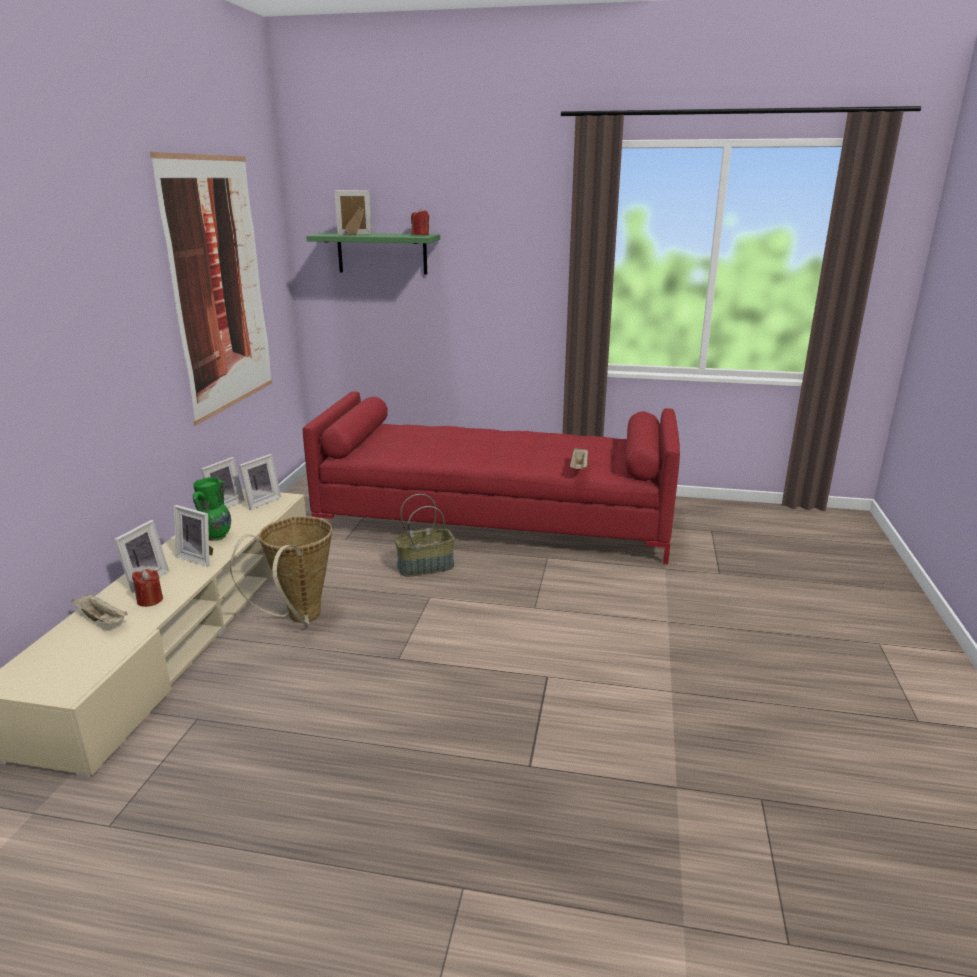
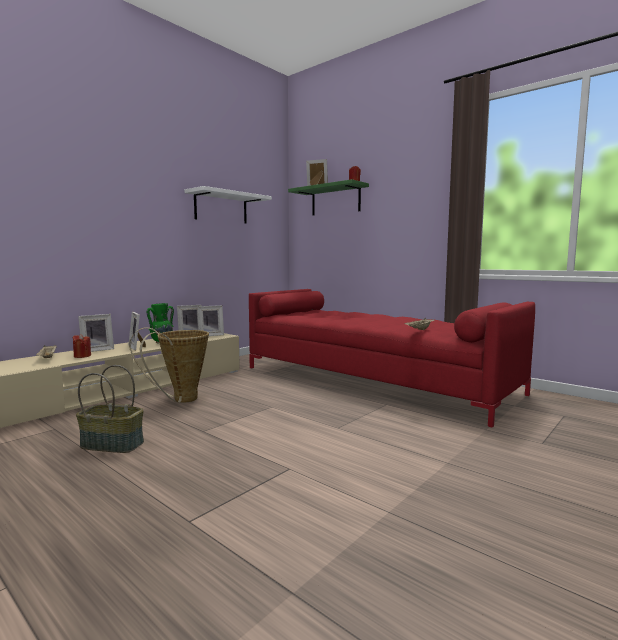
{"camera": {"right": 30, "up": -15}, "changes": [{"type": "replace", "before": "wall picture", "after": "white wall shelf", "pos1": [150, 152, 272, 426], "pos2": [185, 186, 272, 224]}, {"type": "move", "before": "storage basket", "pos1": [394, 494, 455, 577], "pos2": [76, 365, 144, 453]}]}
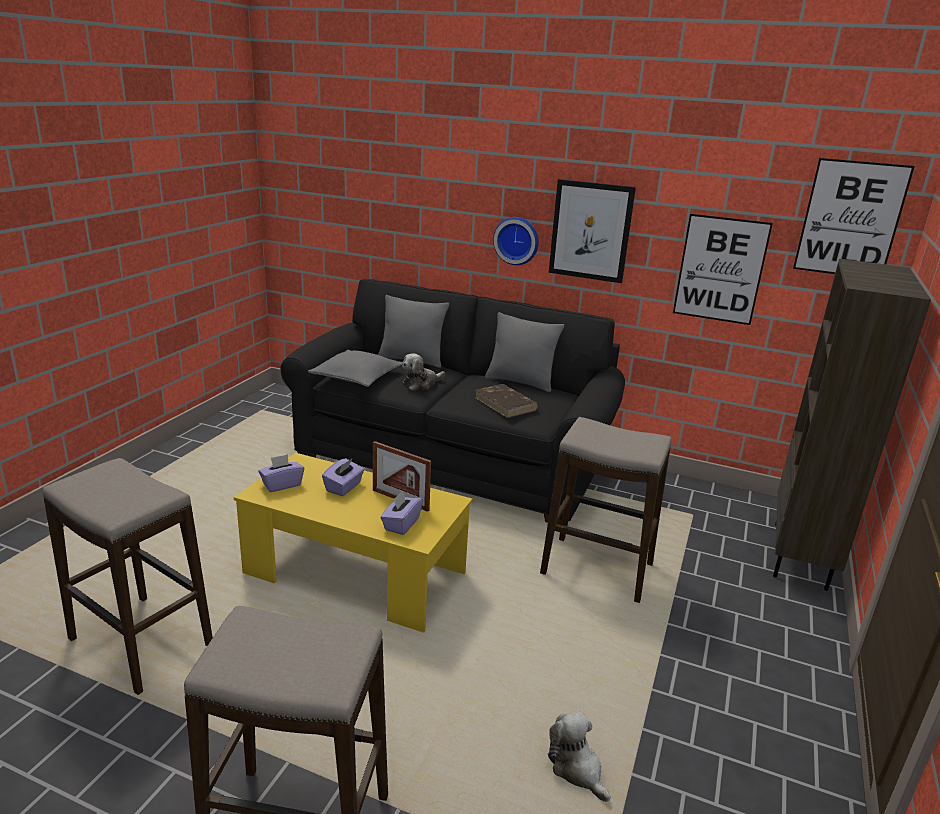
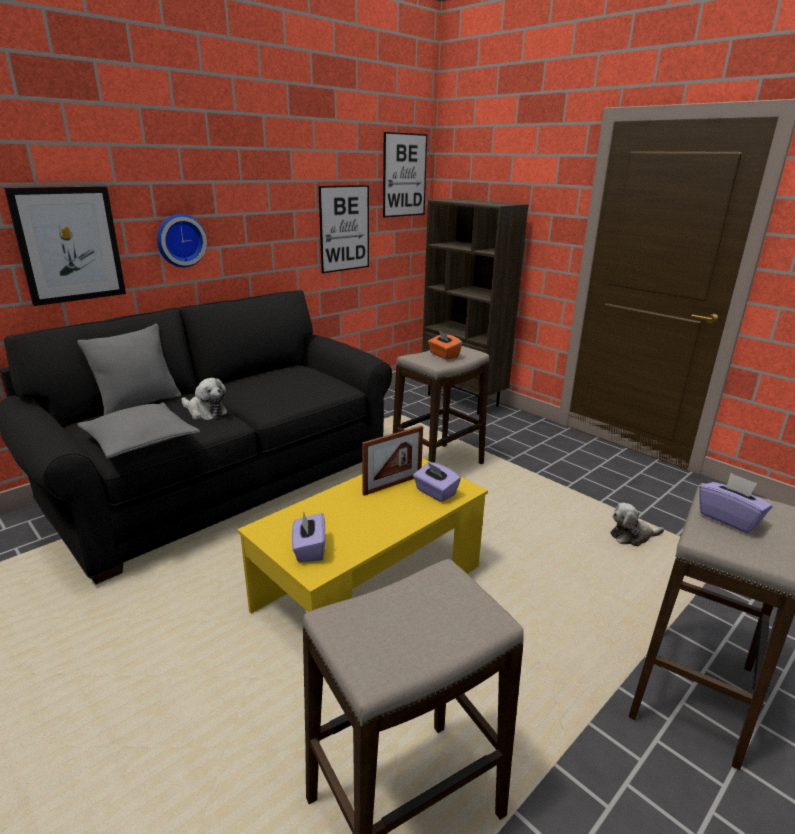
{"camera": {"right": -65, "up": 0}, "changes": [{"type": "move", "before": "purplish box of tissues", "pos1": [322, 458, 364, 496], "pos2": [699, 473, 773, 533]}, {"type": "rotate", "before": "plush toy", "pos1": [402, 353, 445, 391], "pos2": [181, 378, 228, 420], "turn": -45}, {"type": "delete", "before": "brown volume", "pos1": [475, 384, 539, 418]}, {"type": "delete", "before": "gray cushion", "pos1": [485, 312, 564, 392]}, {"type": "move", "before": "wall picture", "pos1": [549, 179, 636, 283], "pos2": [4, 186, 126, 306]}, {"type": "insert", "after": "orange-coloured box of tissues", "pos2": [428, 330, 462, 360]}]}
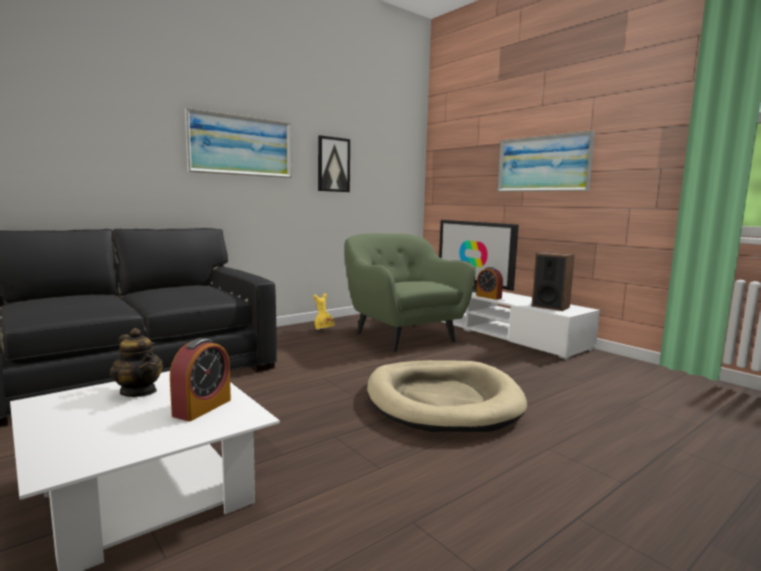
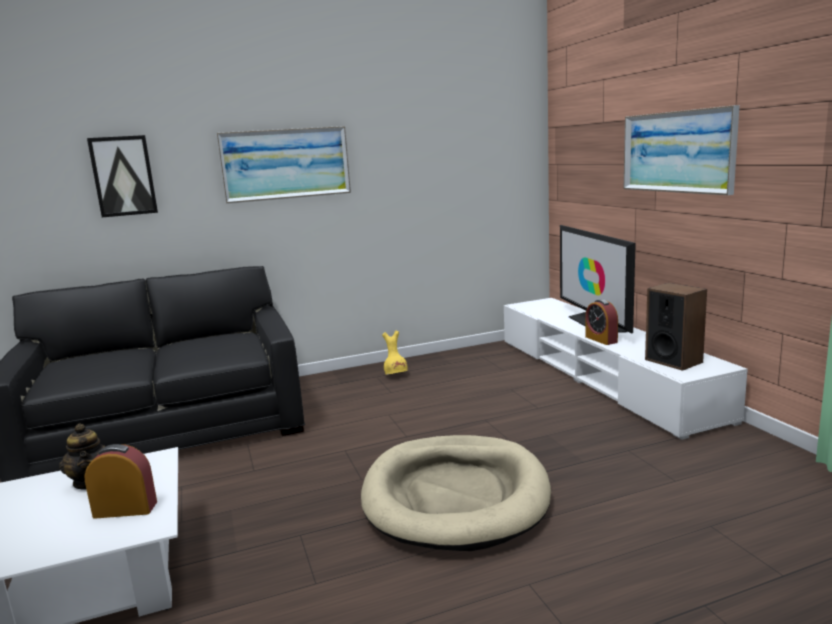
{"camera": {"right": 20, "up": 5}, "changes": [{"type": "rotate", "before": "bedside clock", "pos1": [170, 338, 231, 421], "pos2": [85, 444, 157, 519], "turn": -135}, {"type": "move", "before": "wall picture", "pos1": [318, 135, 350, 192], "pos2": [87, 135, 158, 217]}, {"type": "delete", "before": "green-coloured easy chair", "pos1": [344, 233, 476, 352]}]}
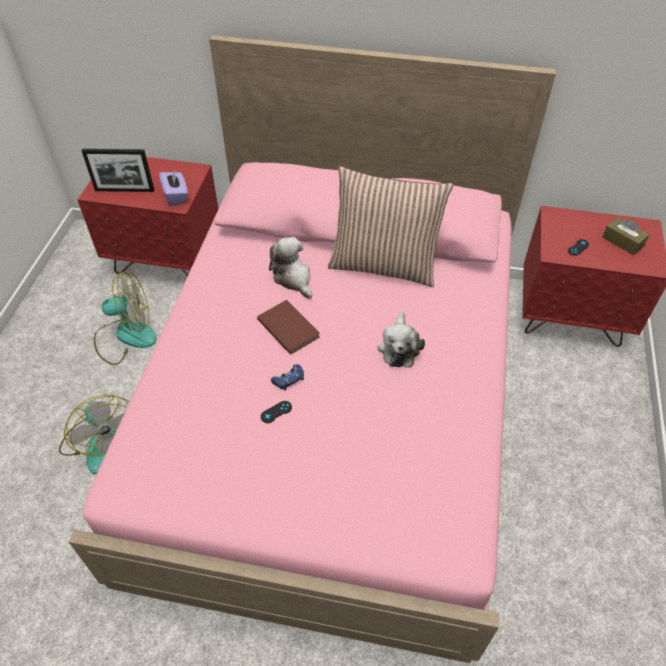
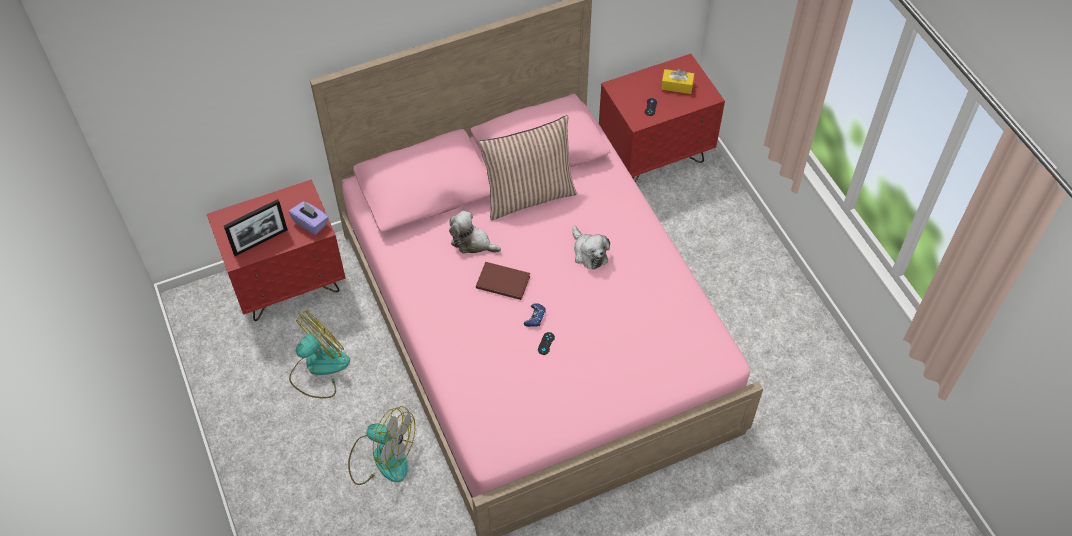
{"camera": {"right": -35, "up": 5}, "changes": [{"type": "recolor", "before": "brown box of tissues", "after": "yellow-coloured box of tissues", "pos1": [602, 217, 649, 255], "pos2": [661, 69, 694, 94]}]}
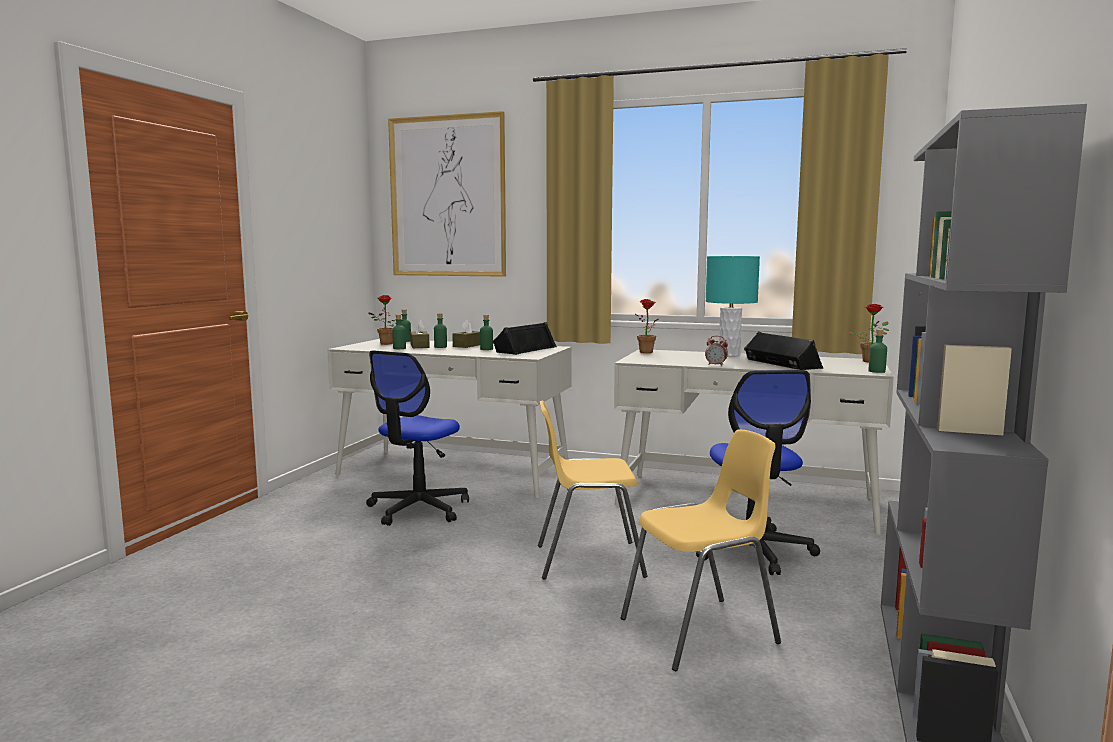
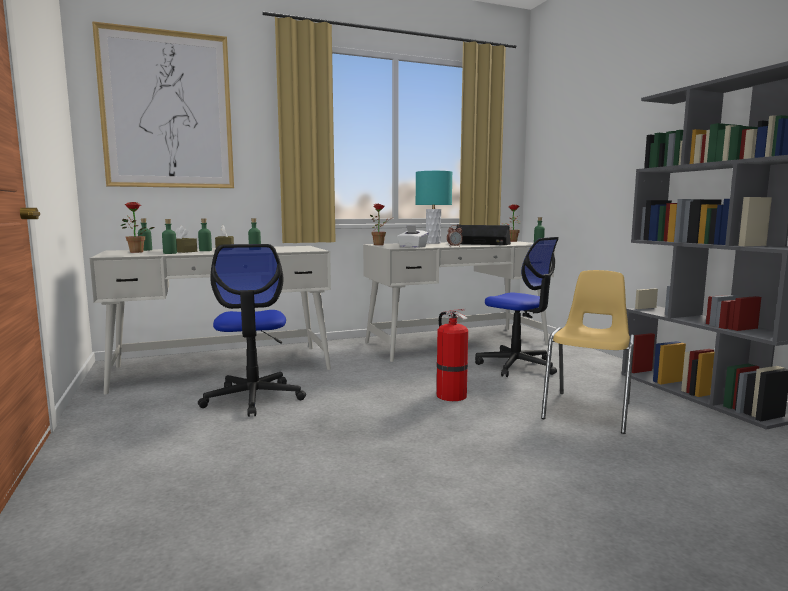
{"camera": {"right": -40, "up": 0}, "changes": [{"type": "delete", "before": "black-coloured speaker", "pos1": [493, 322, 557, 355]}, {"type": "replace", "before": "yellow-coloured chair", "after": "extinguisher", "pos1": [538, 400, 647, 580], "pos2": [436, 309, 468, 401]}, {"type": "insert", "after": "white box of tissues", "pos2": [397, 225, 429, 248]}]}
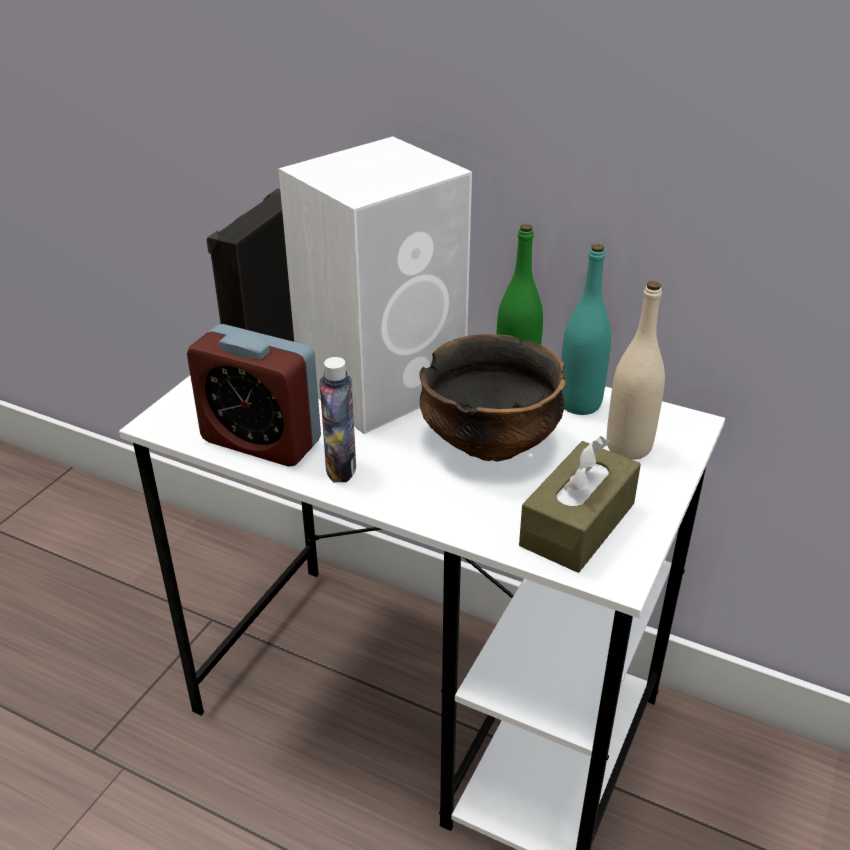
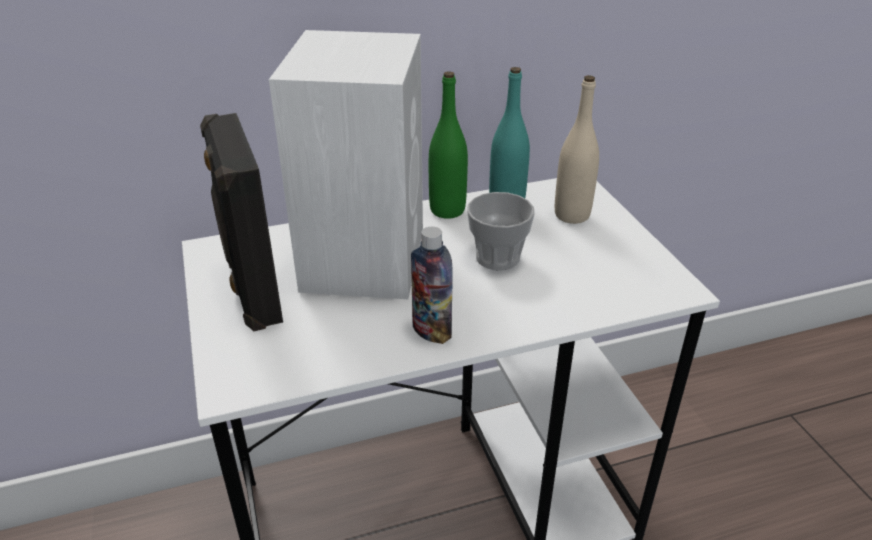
{"camera": {"right": -45, "up": 0}, "changes": [{"type": "delete", "before": "bedside clock", "pos1": [187, 324, 321, 467]}, {"type": "replace", "before": "serving bowl", "after": "cup", "pos1": [419, 334, 567, 462], "pos2": [467, 192, 535, 270]}, {"type": "delete", "before": "brown box of tissues", "pos1": [519, 436, 641, 573]}]}
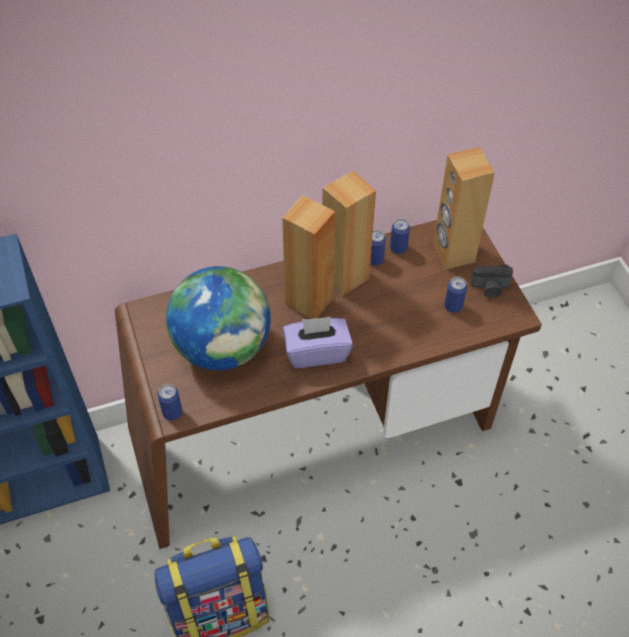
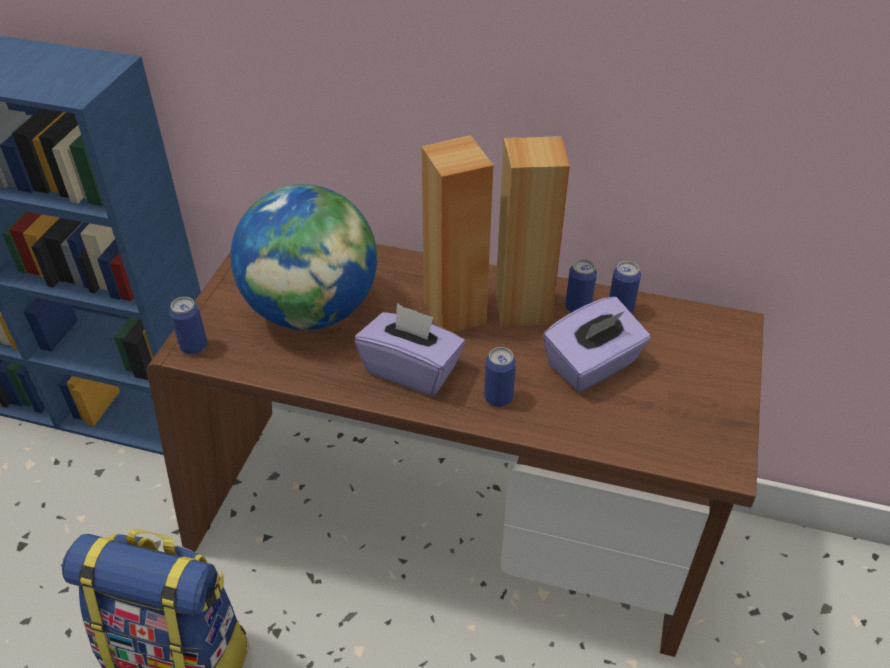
{"camera": {"right": 35, "up": -10}, "changes": [{"type": "delete", "before": "brown speaker", "pos1": [433, 147, 495, 269]}, {"type": "move", "before": "can", "pos1": [444, 277, 467, 313], "pos2": [484, 347, 516, 407]}, {"type": "delete", "before": "still camera", "pos1": [471, 264, 513, 298]}, {"type": "insert", "after": "purplish box of tissues", "pos2": [543, 296, 650, 392]}]}
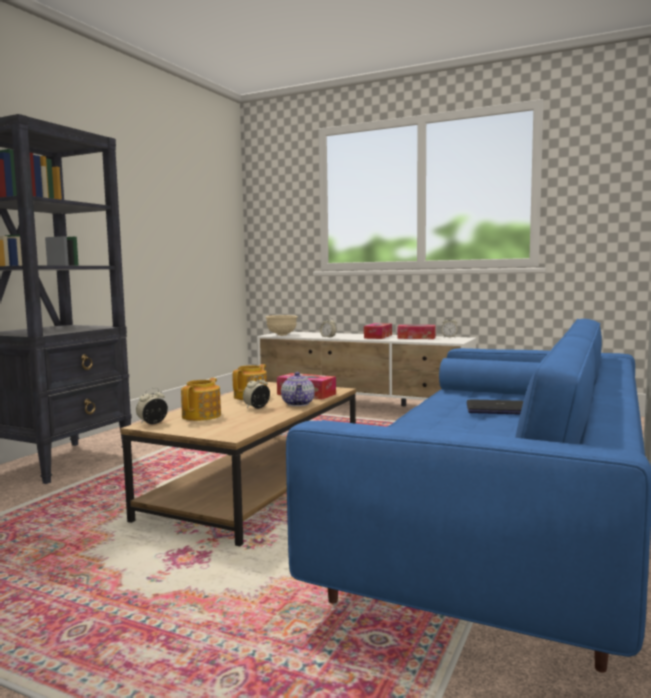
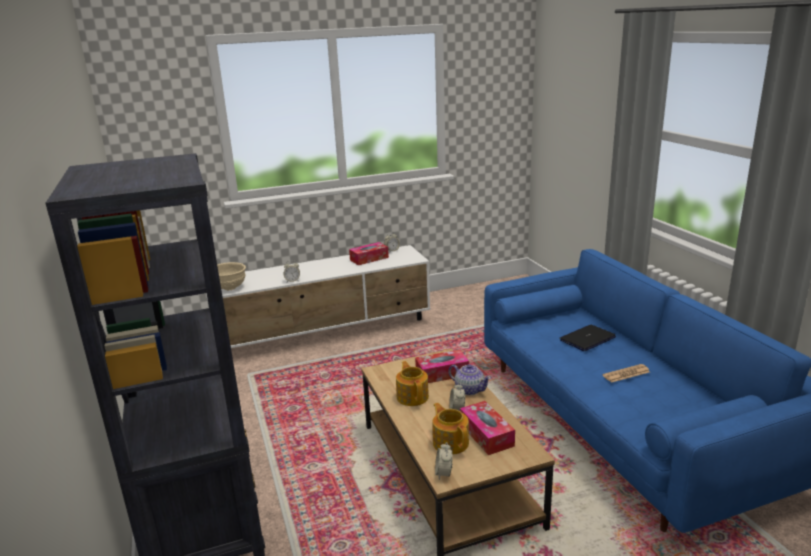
{"camera": {"right": -45, "up": 15}, "changes": [{"type": "move", "before": "box of tissues", "pos1": [364, 323, 392, 339], "pos2": [460, 401, 515, 455]}, {"type": "insert", "after": "daily paper", "pos2": [602, 364, 650, 383]}]}
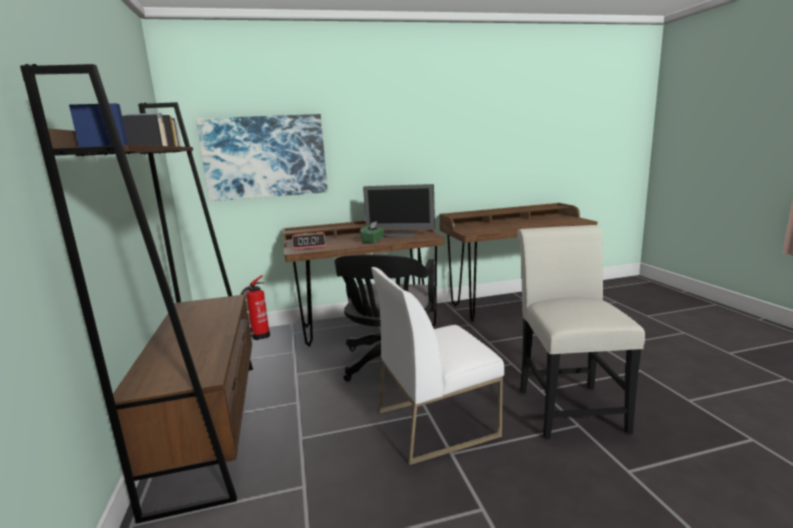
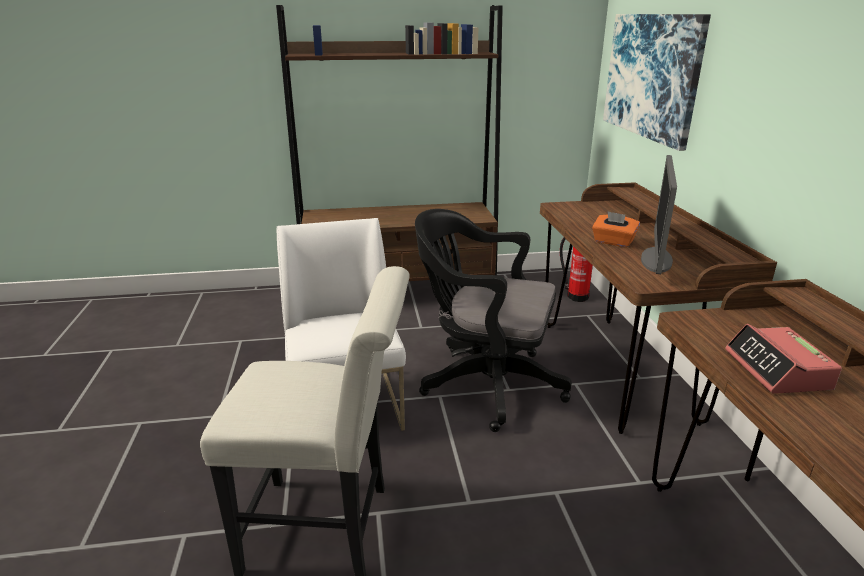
{"camera": {"right": 95, "up": 10}, "changes": [{"type": "move", "before": "bedside clock", "pos1": [292, 233, 326, 250], "pos2": [725, 324, 842, 394]}, {"type": "recolor", "before": "green-coloured box of tissues", "after": "orange-coloured box of tissues", "pos1": [360, 221, 385, 243], "pos2": [592, 211, 640, 247]}]}
